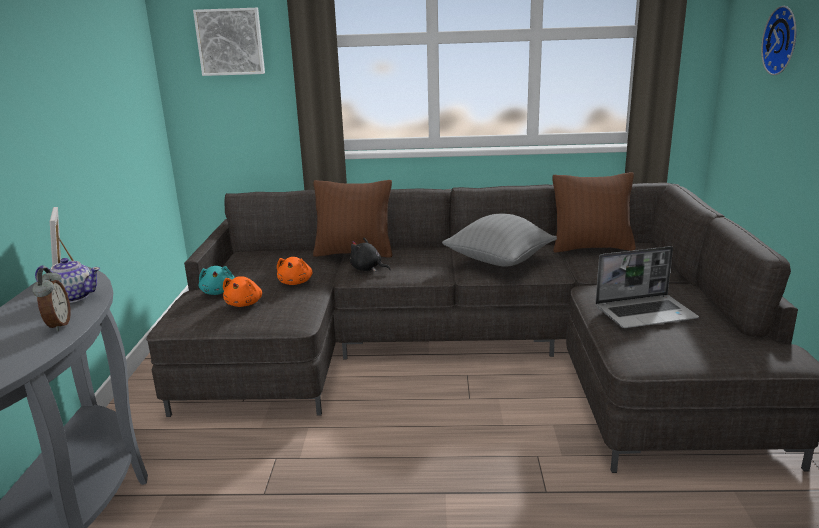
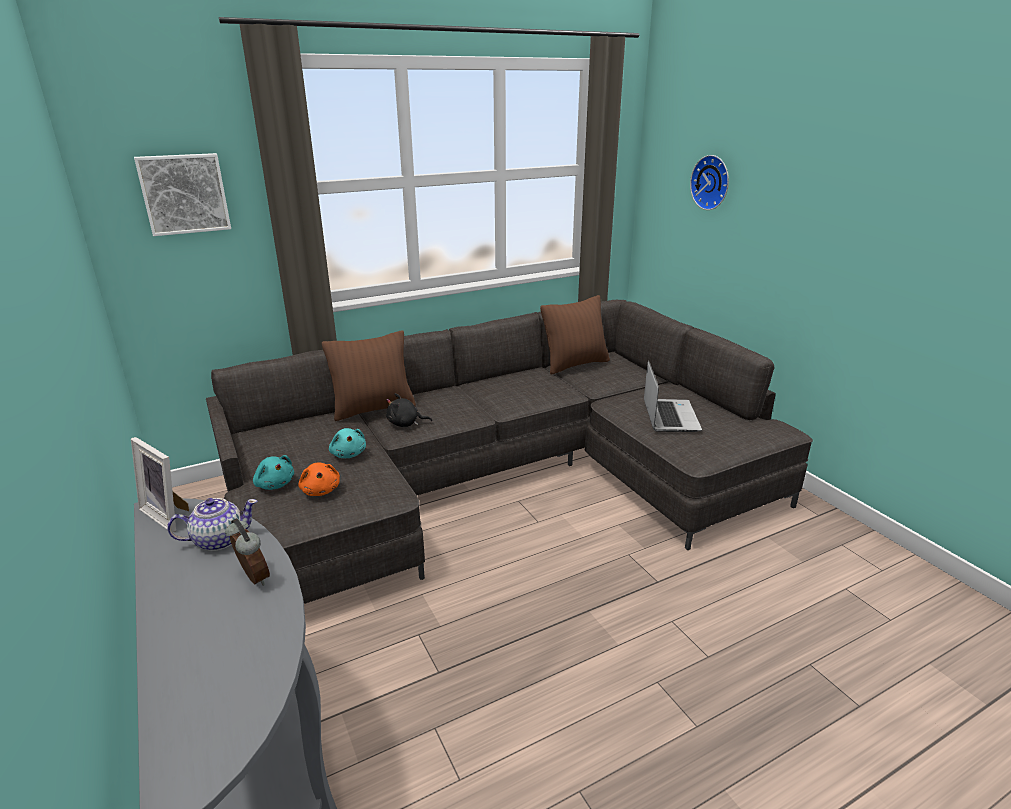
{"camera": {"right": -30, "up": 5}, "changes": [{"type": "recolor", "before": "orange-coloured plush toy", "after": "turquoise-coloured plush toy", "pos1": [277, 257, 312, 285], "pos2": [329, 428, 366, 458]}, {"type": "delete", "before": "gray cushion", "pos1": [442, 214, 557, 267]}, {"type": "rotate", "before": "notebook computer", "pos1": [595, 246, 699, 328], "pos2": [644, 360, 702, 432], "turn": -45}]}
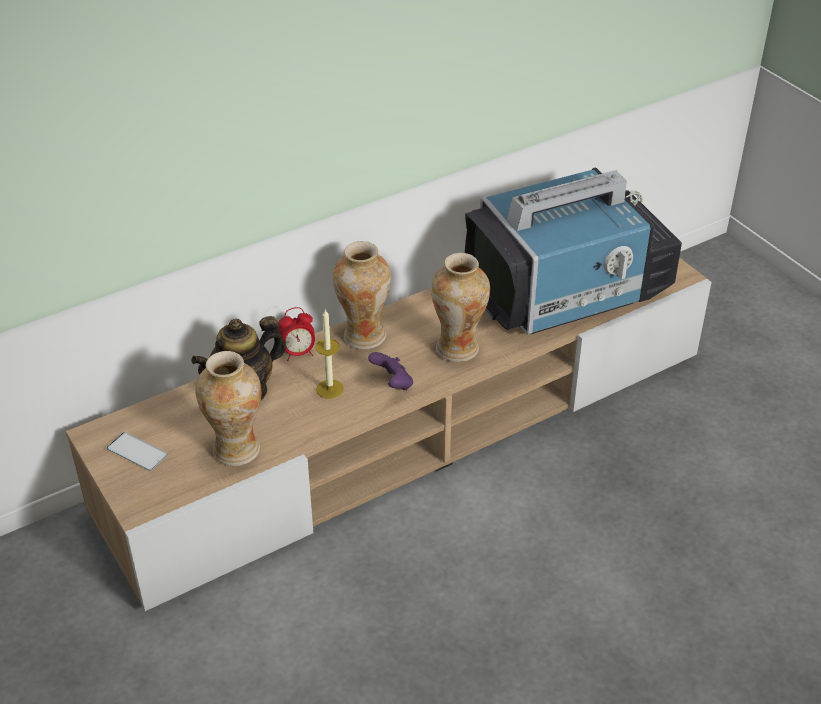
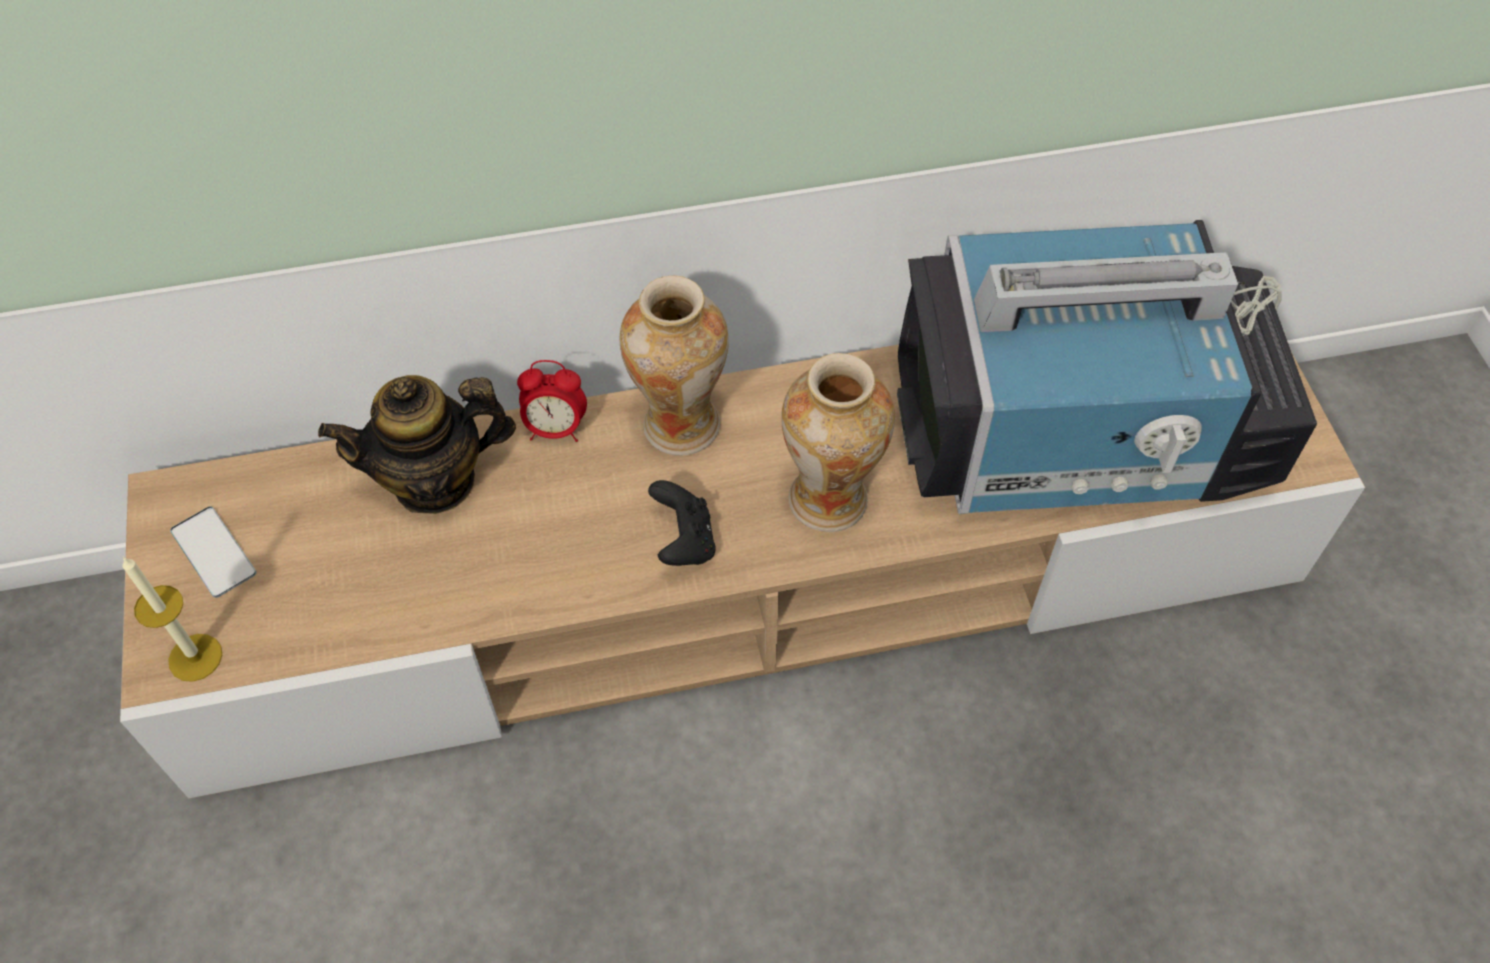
{"camera": {"right": 20, "up": 15}, "changes": [{"type": "delete", "before": "decorative vase", "pos1": [195, 351, 261, 466]}, {"type": "move", "before": "candle", "pos1": [315, 310, 344, 399], "pos2": [122, 556, 222, 682]}, {"type": "recolor", "before": "purplish joypad", "after": "black-coloured joypad", "pos1": [368, 352, 413, 390], "pos2": [648, 480, 716, 566]}]}
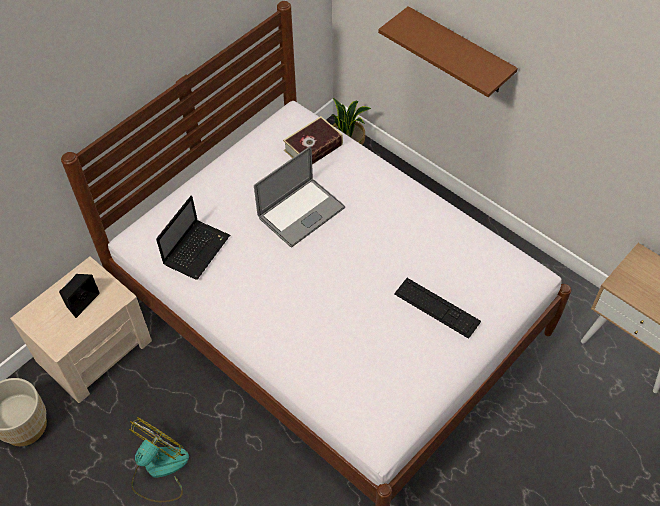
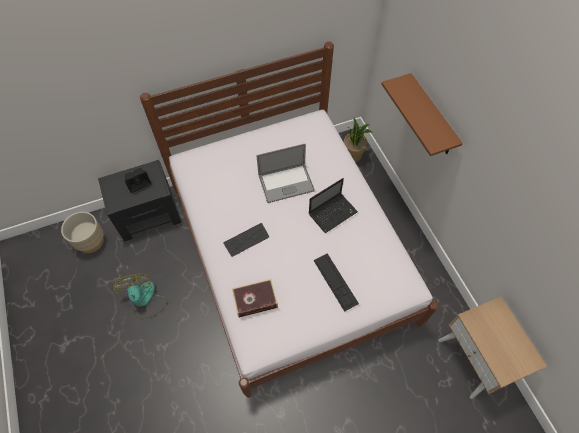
{"camera": {"right": 25, "up": 5}, "changes": [{"type": "recolor", "before": "beige nightstand", "after": "black-coloured nightstand", "pos1": [10, 256, 152, 403], "pos2": [98, 160, 181, 241]}, {"type": "rotate", "before": "cooling fan", "pos1": [129, 417, 189, 502], "pos2": [112, 274, 168, 320], "turn": -75}, {"type": "move", "before": "notebook computer", "pos1": [156, 196, 230, 280], "pos2": [309, 178, 358, 233]}, {"type": "move", "before": "volume", "pos1": [283, 116, 343, 165], "pos2": [232, 279, 278, 318]}, {"type": "insert", "after": "PC keyboard", "pos2": [223, 223, 269, 257]}]}
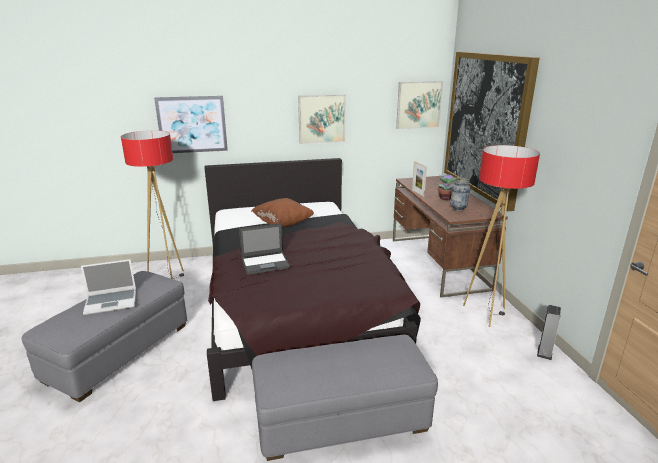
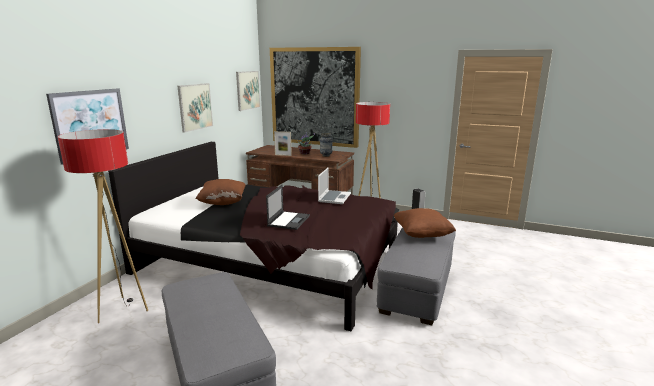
{"camera": {"right": -55, "up": -5}, "changes": [{"type": "move", "before": "notebook computer", "pos1": [81, 259, 136, 315], "pos2": [318, 168, 351, 204]}, {"type": "insert", "after": "brown cushion", "pos2": [394, 208, 456, 238]}]}
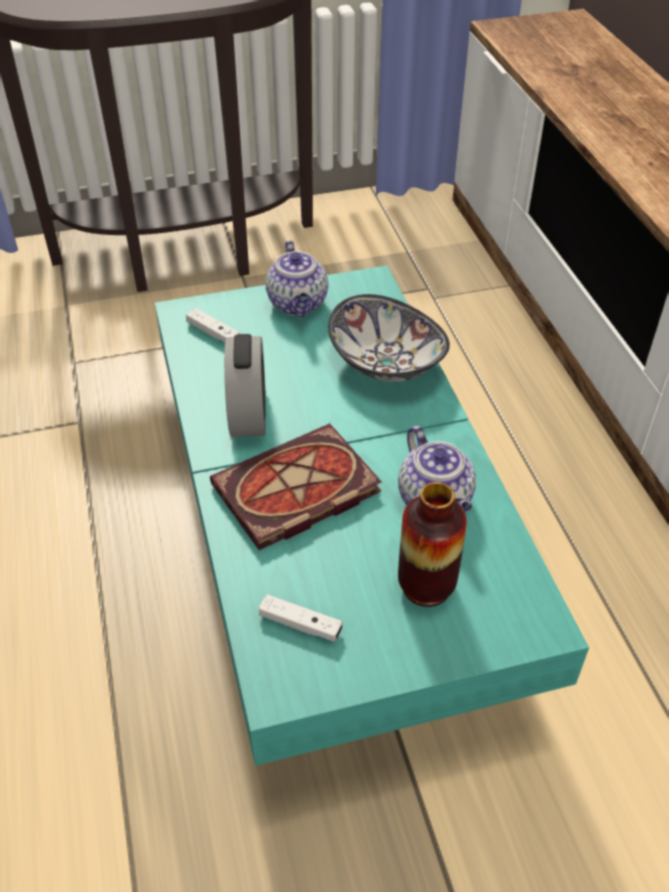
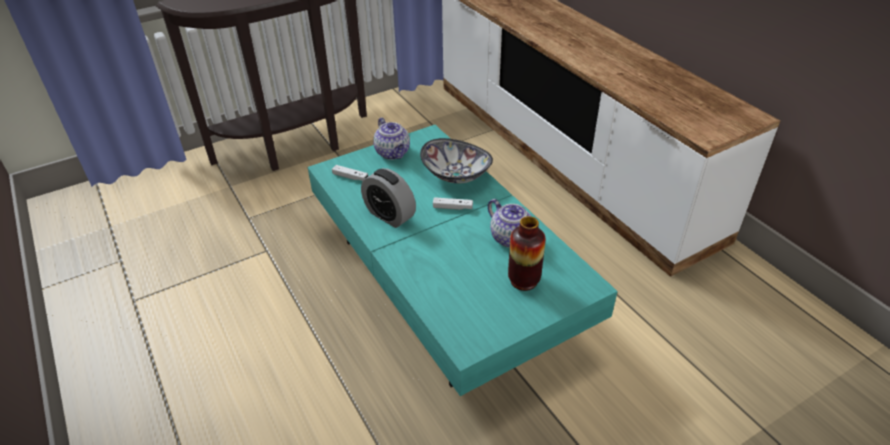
{"camera": {"right": -15, "up": -5}, "changes": [{"type": "delete", "before": "volume", "pos1": [210, 423, 382, 550]}, {"type": "rotate", "before": "bedside clock", "pos1": [224, 334, 266, 437], "pos2": [361, 168, 416, 228], "turn": 150}, {"type": "move", "before": "white joypad", "pos1": [259, 594, 342, 642], "pos2": [433, 197, 473, 210]}]}
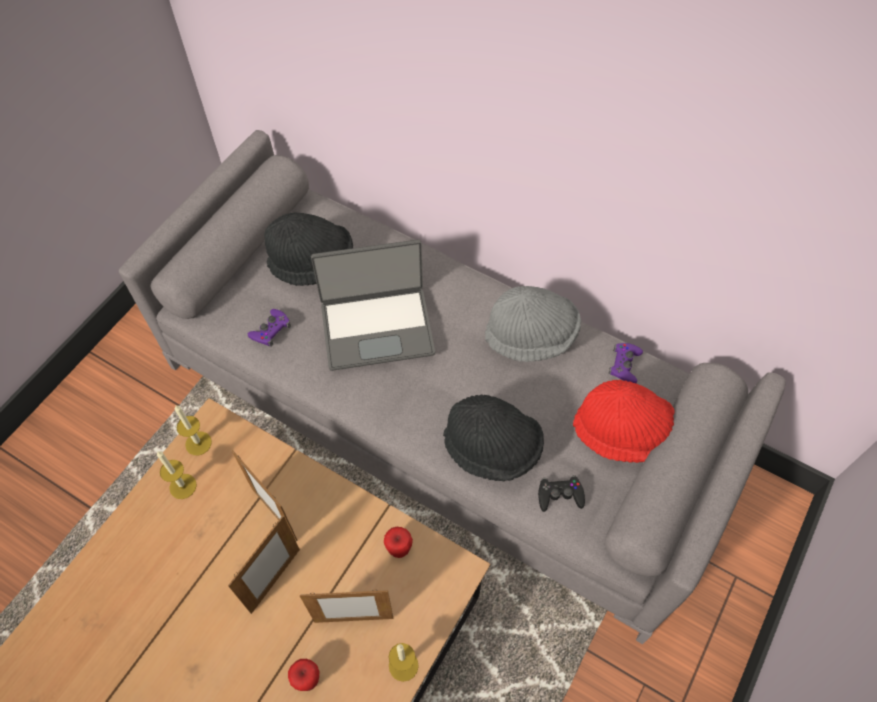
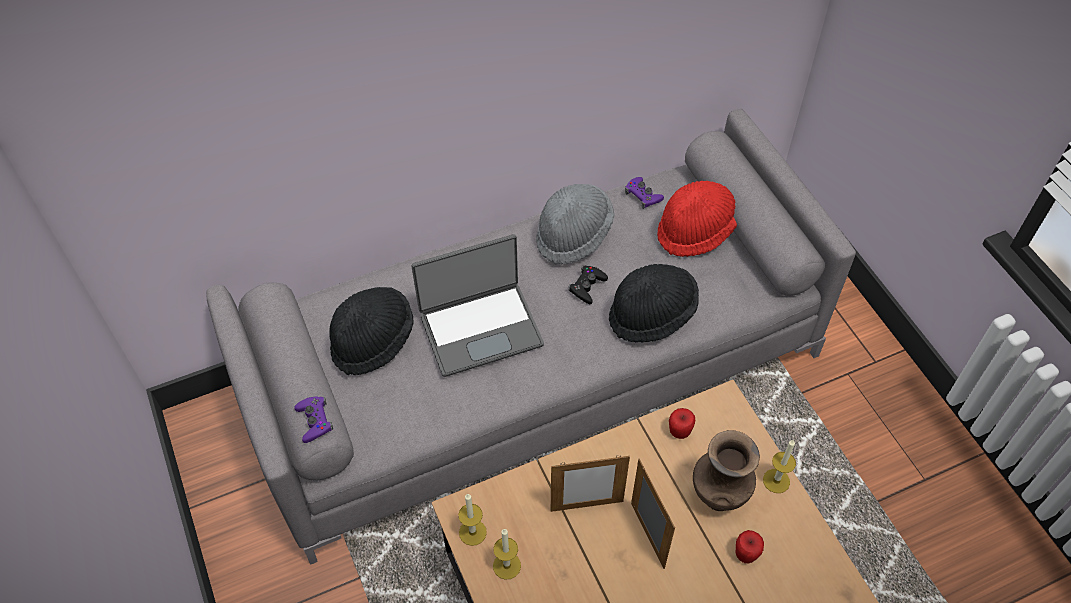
{"camera": {"right": -55, "up": -5}, "changes": [{"type": "move", "before": "purplish joypad", "pos1": [248, 309, 291, 347], "pos2": [294, 396, 333, 443]}, {"type": "replace", "before": "standing frame", "after": "brown decorative vase", "pos1": [300, 590, 393, 623], "pos2": [693, 430, 760, 511]}, {"type": "rotate", "before": "notebook computer", "pos1": [311, 240, 435, 371], "pos2": [412, 234, 544, 377], "turn": 45}, {"type": "move", "before": "black-coloured joypad", "pos1": [538, 475, 585, 512], "pos2": [569, 266, 608, 304]}]}
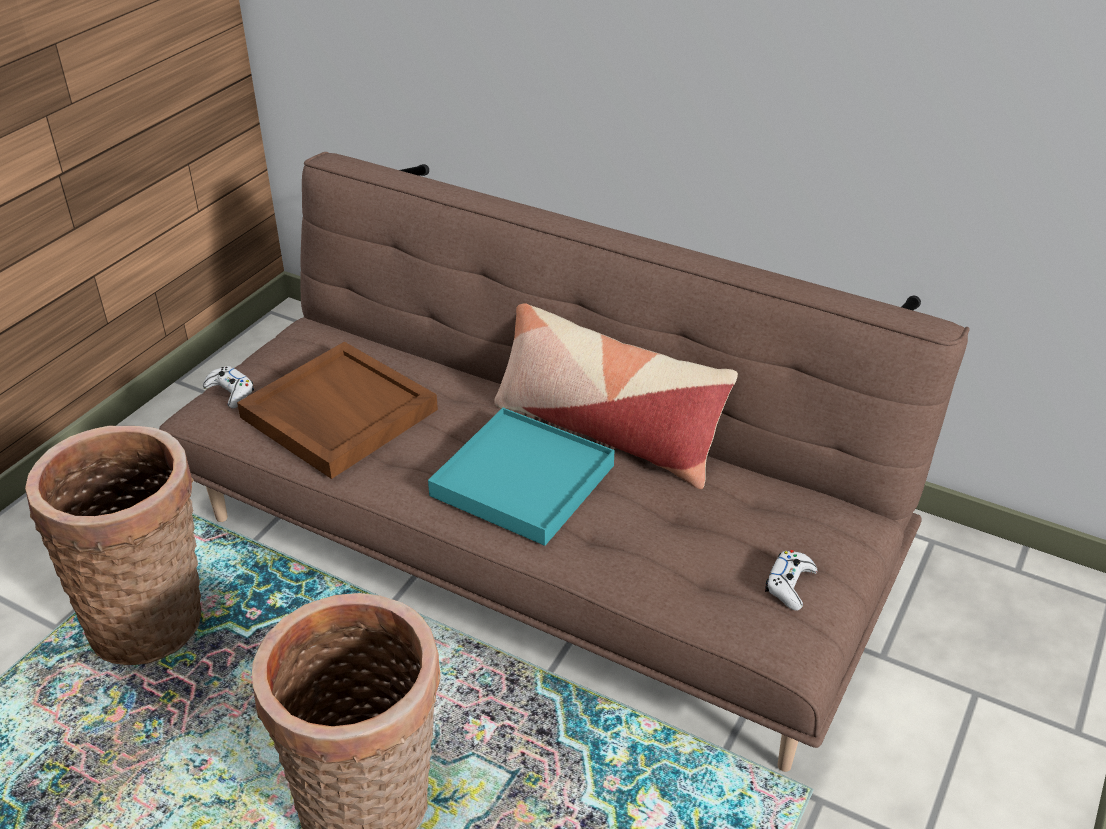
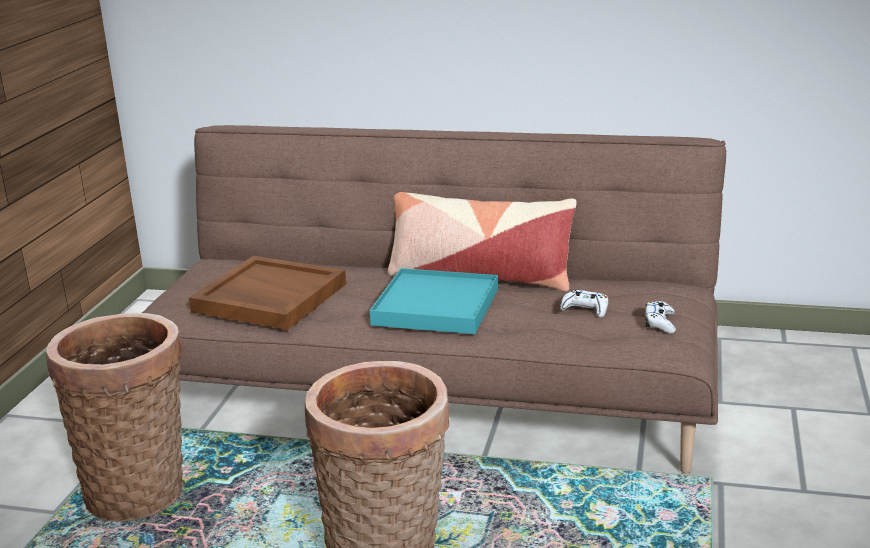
{"camera": {"right": -15, "up": -15}, "changes": [{"type": "move", "before": "white joypad", "pos1": [203, 366, 254, 408], "pos2": [560, 290, 608, 318]}]}
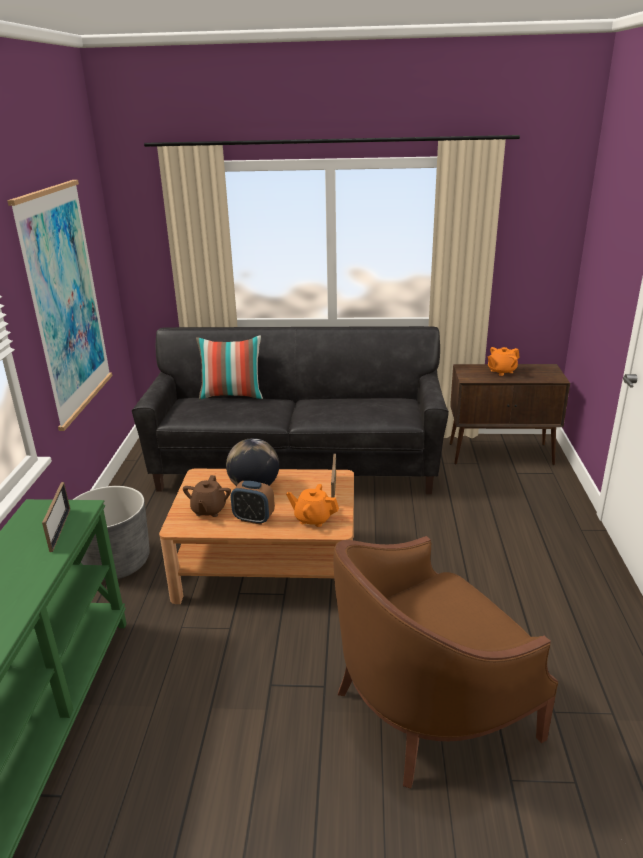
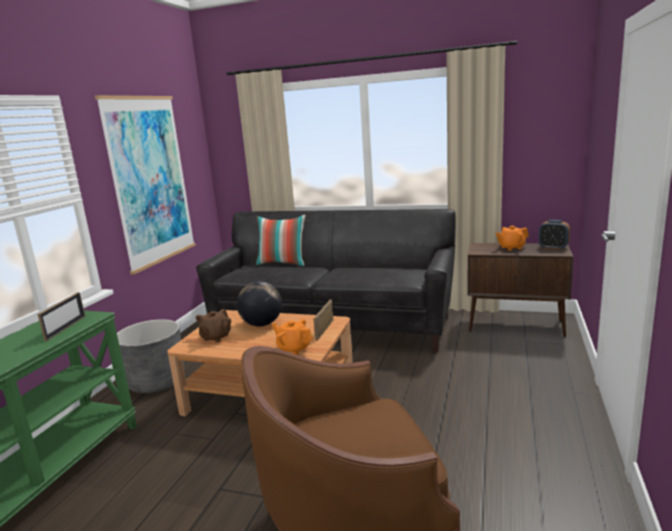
{"camera": {"right": 15, "up": -10}, "changes": [{"type": "move", "before": "bedside clock", "pos1": [231, 481, 275, 525], "pos2": [539, 220, 570, 250]}]}
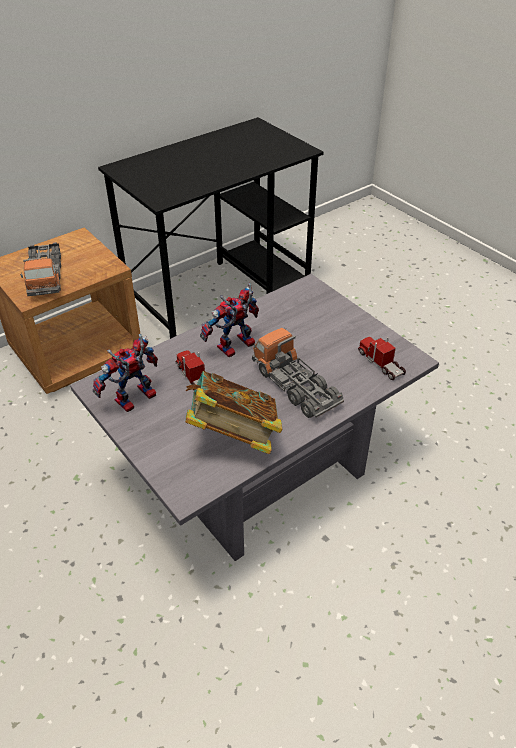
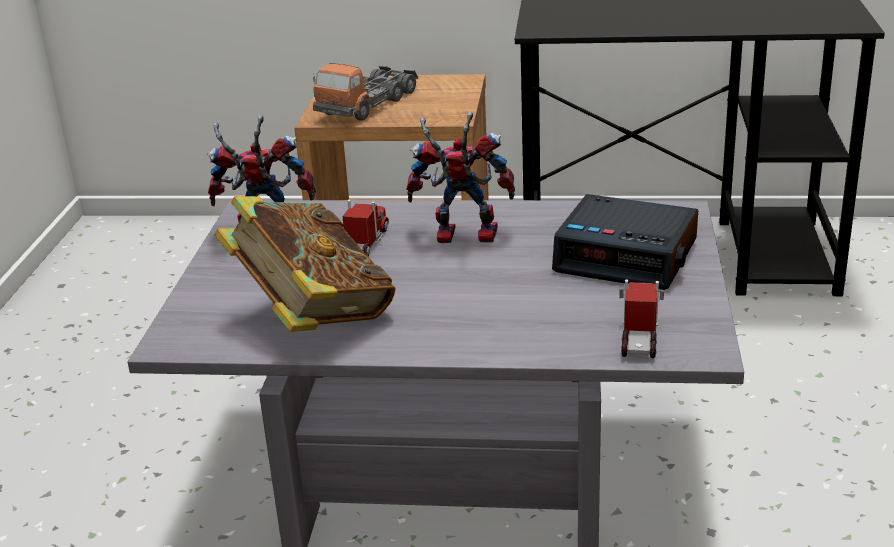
{"camera": {"right": 45, "up": -15}, "changes": [{"type": "delete", "before": "model truck", "pos1": [252, 327, 344, 418]}, {"type": "insert", "after": "bedside clock", "pos2": [552, 194, 698, 290]}]}
